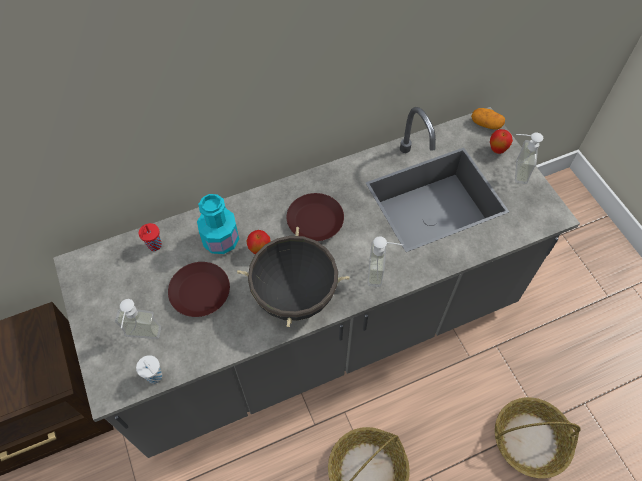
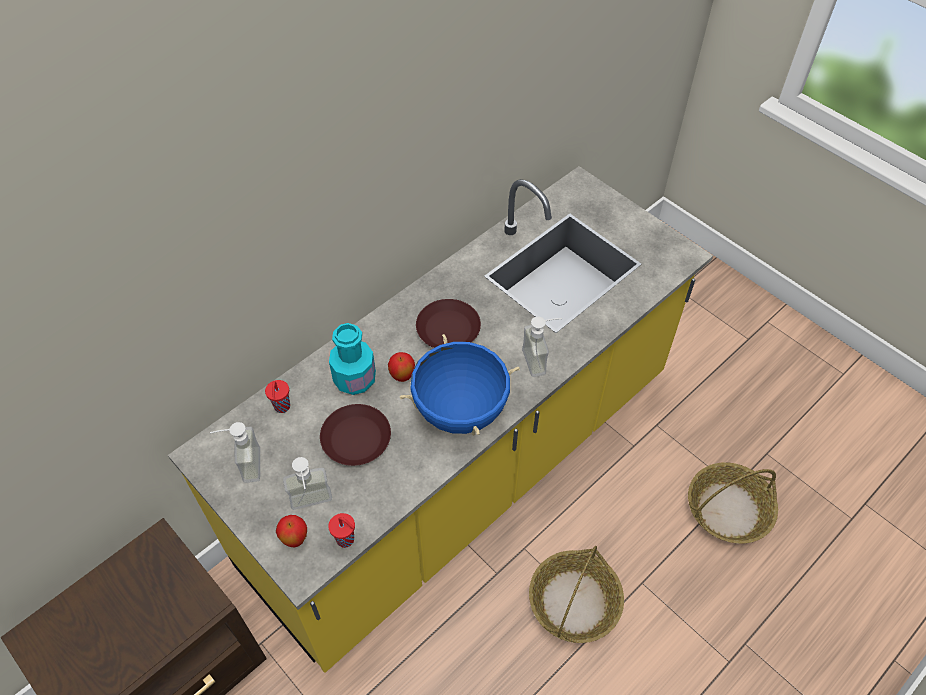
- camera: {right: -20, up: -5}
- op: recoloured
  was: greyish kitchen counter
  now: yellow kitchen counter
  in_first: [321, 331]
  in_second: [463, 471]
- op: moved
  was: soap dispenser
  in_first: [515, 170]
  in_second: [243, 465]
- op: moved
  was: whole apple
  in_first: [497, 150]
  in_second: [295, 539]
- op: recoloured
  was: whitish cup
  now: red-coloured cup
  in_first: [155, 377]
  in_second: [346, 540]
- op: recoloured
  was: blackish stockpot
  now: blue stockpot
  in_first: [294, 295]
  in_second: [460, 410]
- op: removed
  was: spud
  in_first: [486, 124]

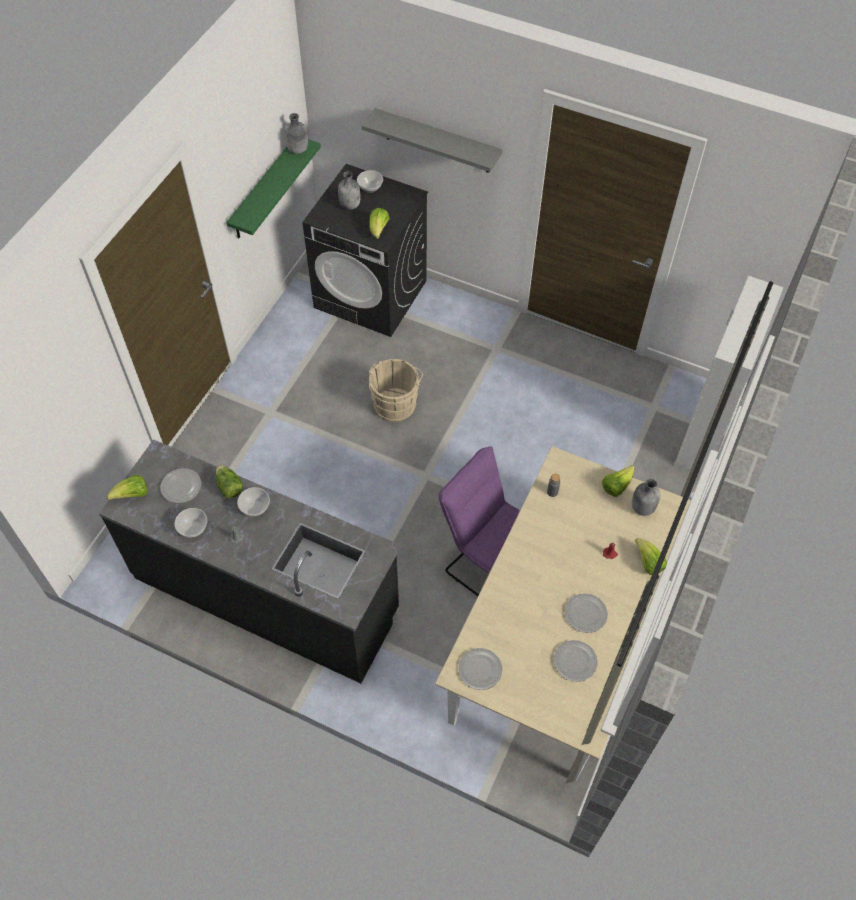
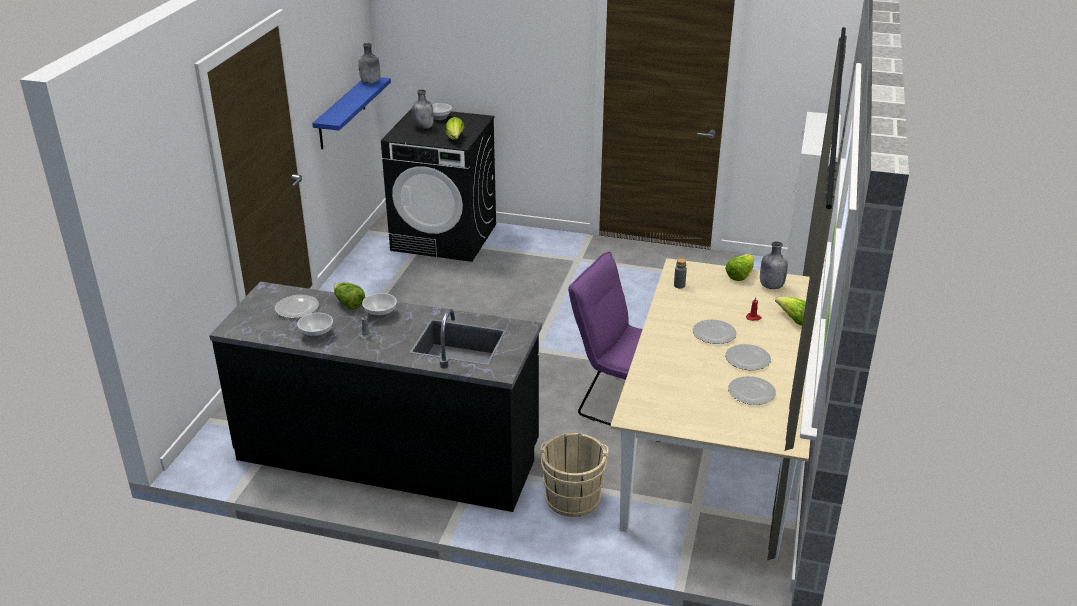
- camera: {right: -10, up: -25}
- op: recoloured
  was: green bracket shelf
  now: blue bracket shelf
  in_first: [264, 189]
  in_second: [342, 113]
- op: moved
  was: beige-coloured water bucket
  in_first: [395, 403]
  in_second: [573, 496]
- op: moved
  was: flat dish
  in_first: [479, 669]
  in_second: [713, 333]
- op: removed
  was: lettuce
  in_first: [132, 495]
- op: removed
  was: greyish bracket shelf
  in_first: [437, 141]

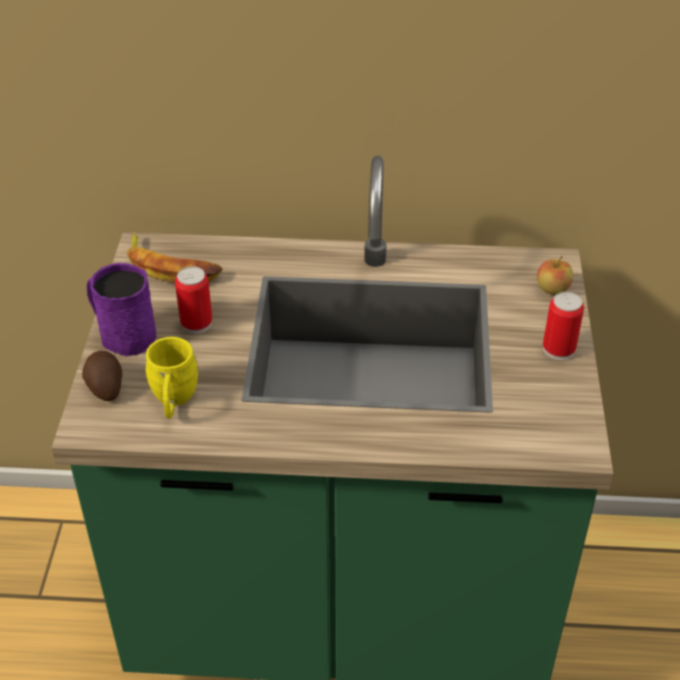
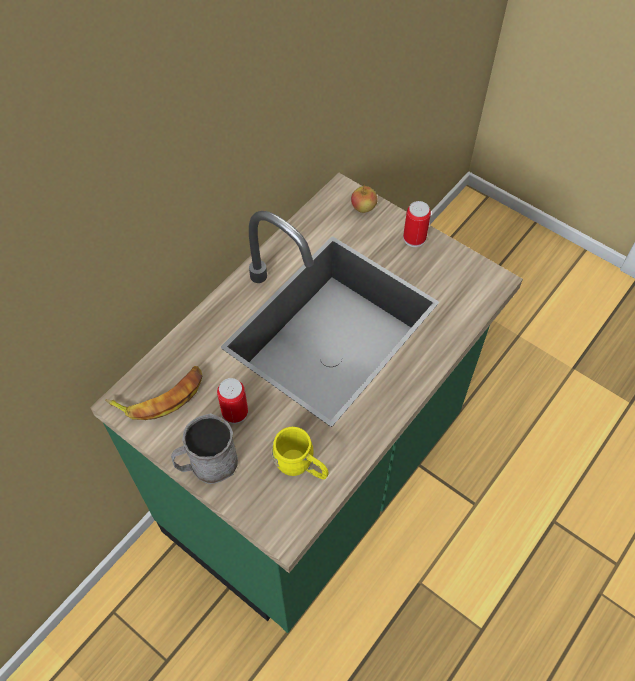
- camera: {right: -55, up: 15}
- op: recoloured
  was: purple tea mug
  now: greyish tea mug
  in_first: [122, 334]
  in_second: [207, 465]
- op: removed
  was: spud
  in_first: [105, 386]

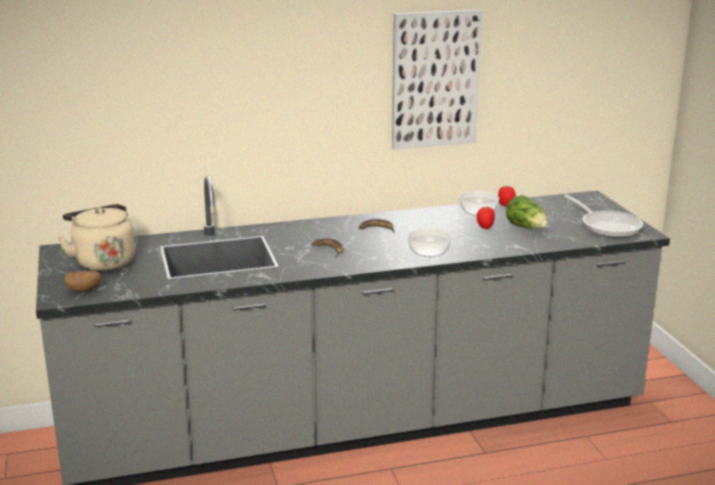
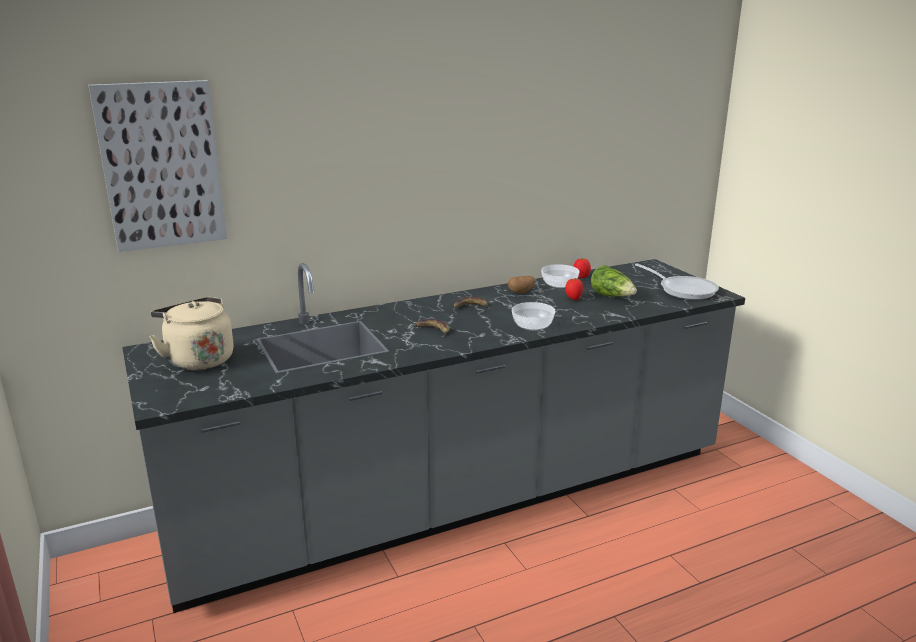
- camera: {right: -10, up: 0}
- op: moved
  was: wall art
  in_first: [435, 79]
  in_second: [161, 166]
- op: moved
  was: spud
  in_first: [84, 290]
  in_second: [521, 292]

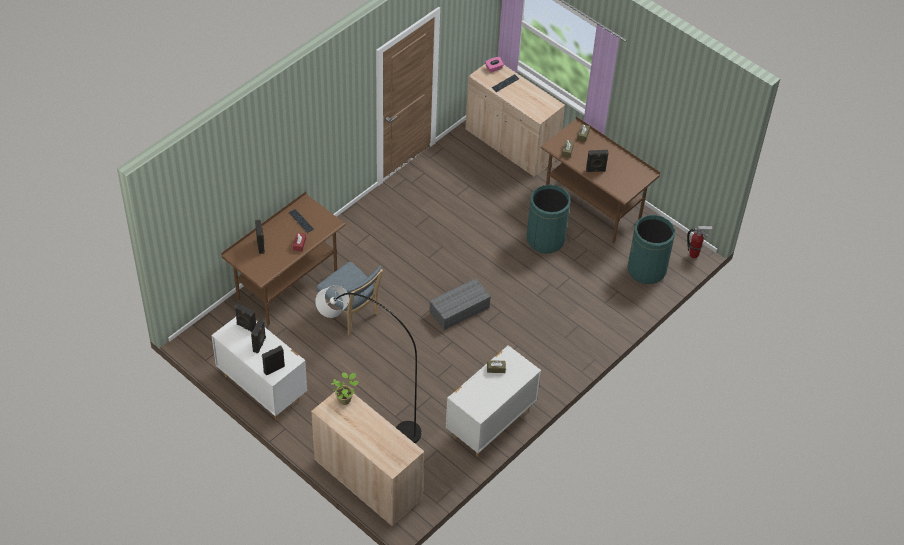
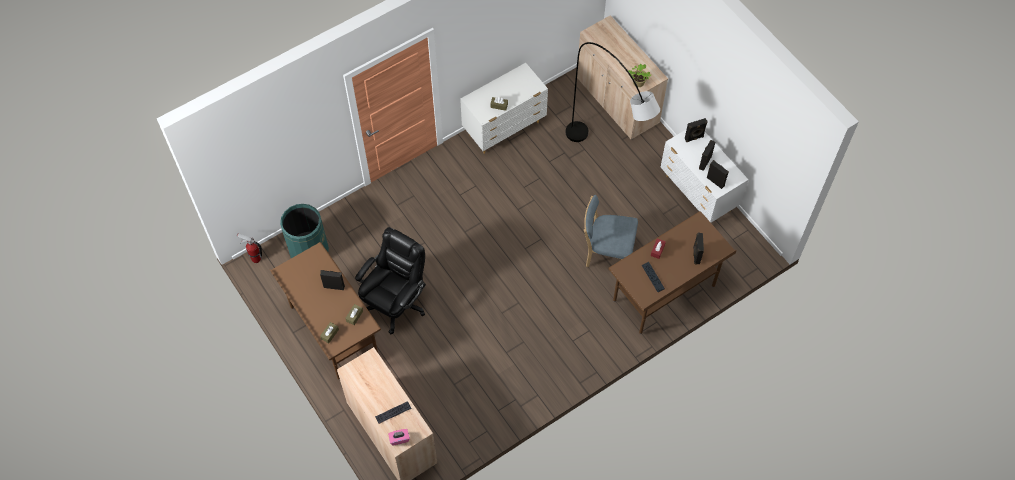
- camera: {right: -165, up: 10}
- op: replaced
  was: green waste bin
  now: blackish desk chair
  in_first: [545, 239]
  in_second: [395, 303]
- op: turned
  was: blue upright chair
  in_first: [351, 314]
  in_second: [607, 253]
  clockwise: -45
- op: removed
  was: greyish storage bin
  in_first: [459, 310]

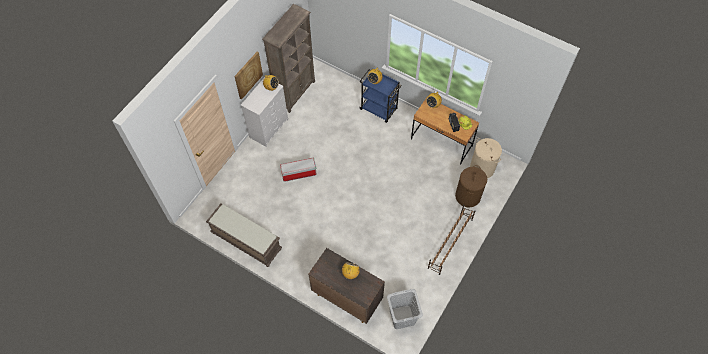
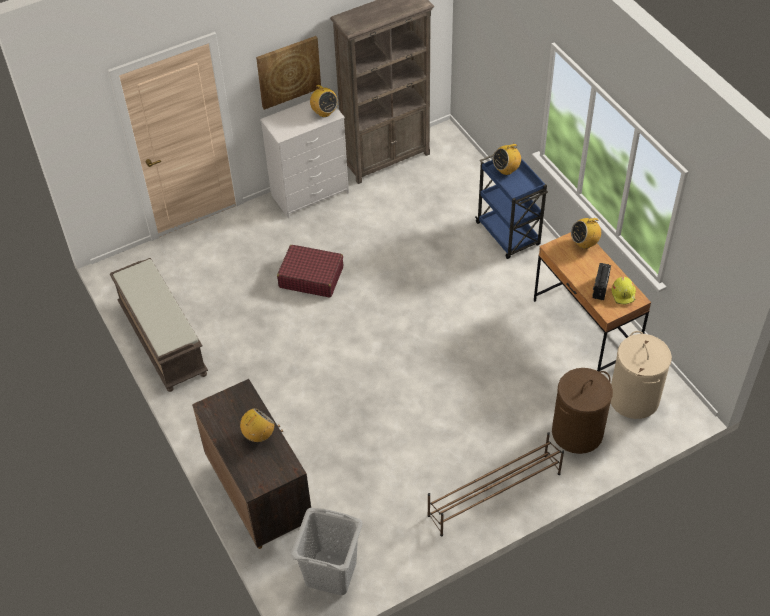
- camera: {right: 30, up: -10}
- op: replaced
  was: storage bin
  now: red-coloured piece of luggage
  in_first: [298, 174]
  in_second: [311, 277]

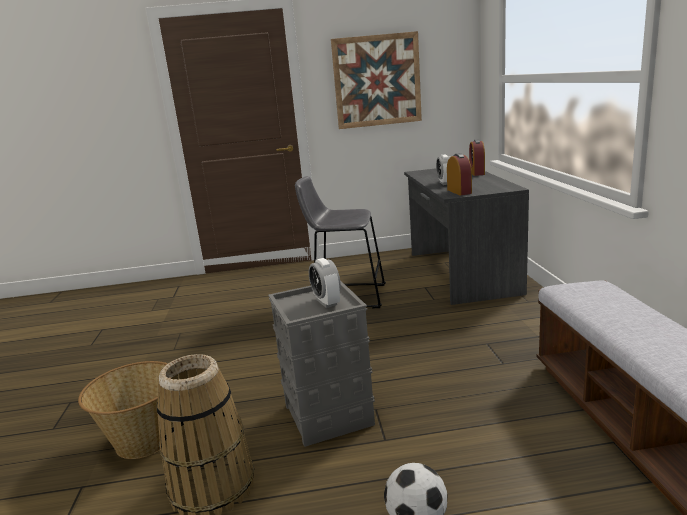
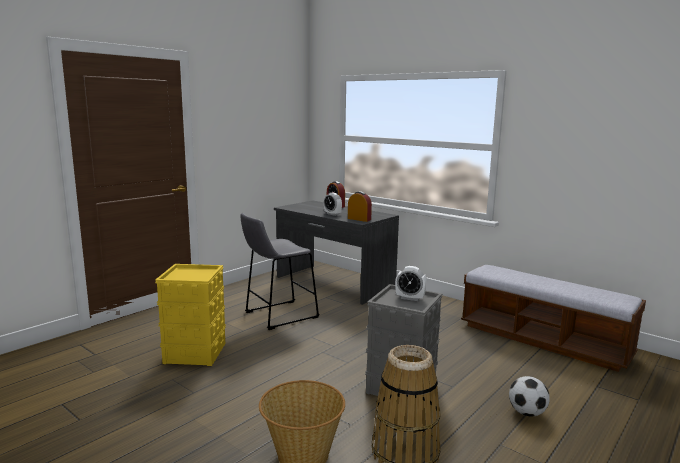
- camera: {right: -45, up: -5}
- op: added
  now: yellow storage bin
  in_second: [196, 353]
- op: removed
  was: wall art
  in_first: [377, 81]

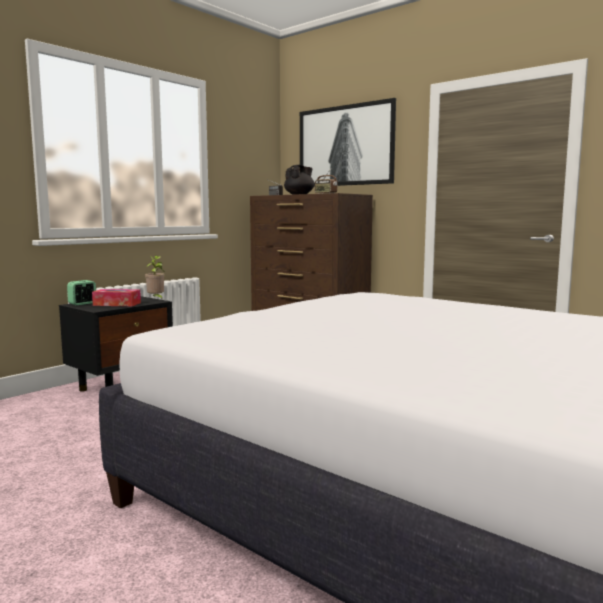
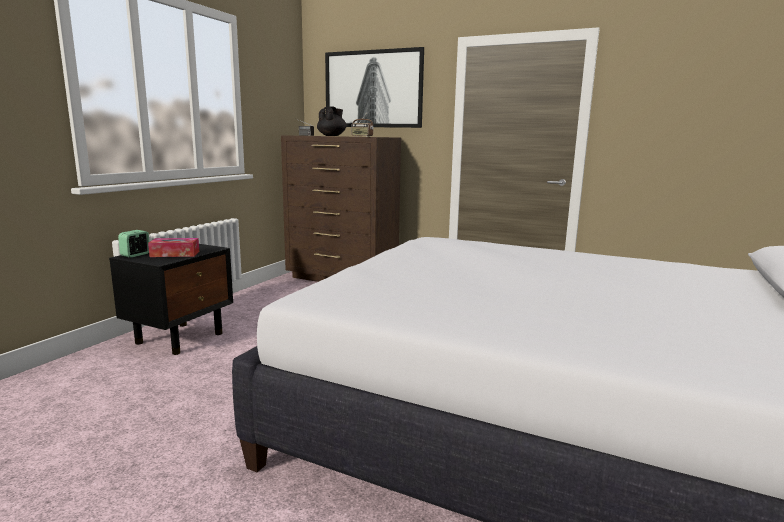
- camera: {right: -15, up: 5}
- op: removed
  was: plant in a pot
  in_first: [156, 299]

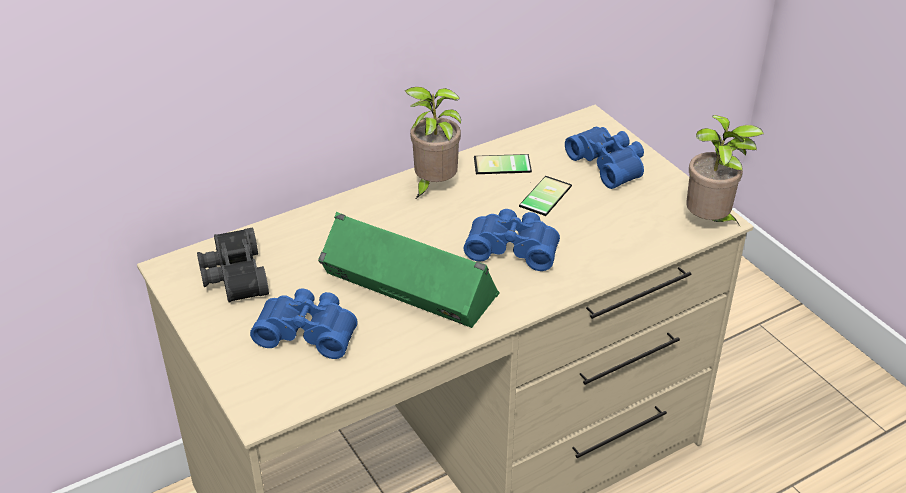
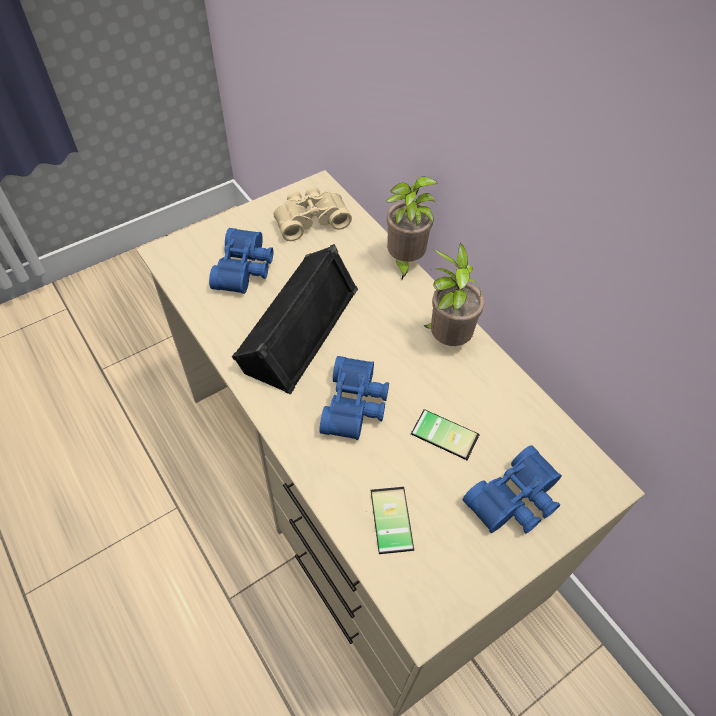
- camera: {right: 85, up: 15}
- op: recoloured
  was: green audio speaker
  now: blackish audio speaker
  in_first: [407, 288]
  in_second: [297, 327]
- op: recoloured
  was: blackish binoculars
  now: beige-coloured binoculars
  in_first: [232, 276]
  in_second: [310, 219]
- op: moved
  was: telephone
  in_first: [502, 166]
  in_second: [387, 520]
- op: moved
  was: plant in a pot
  in_first: [709, 222]
  in_second: [404, 262]

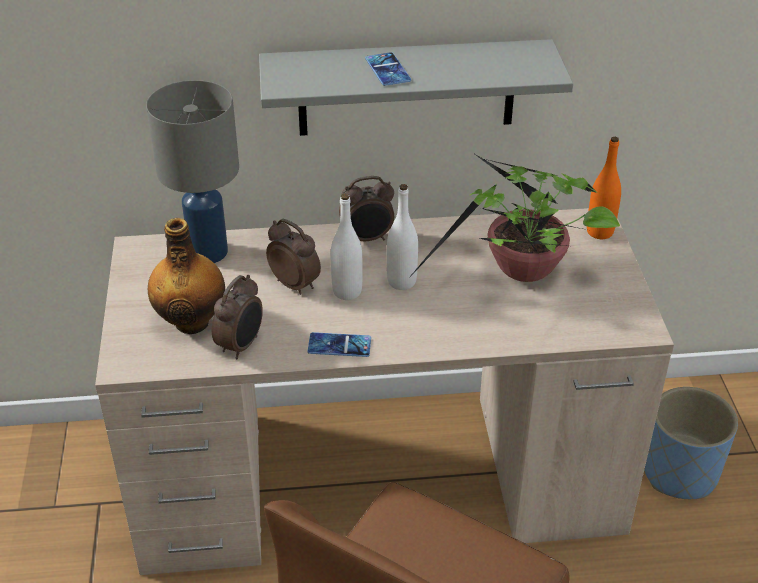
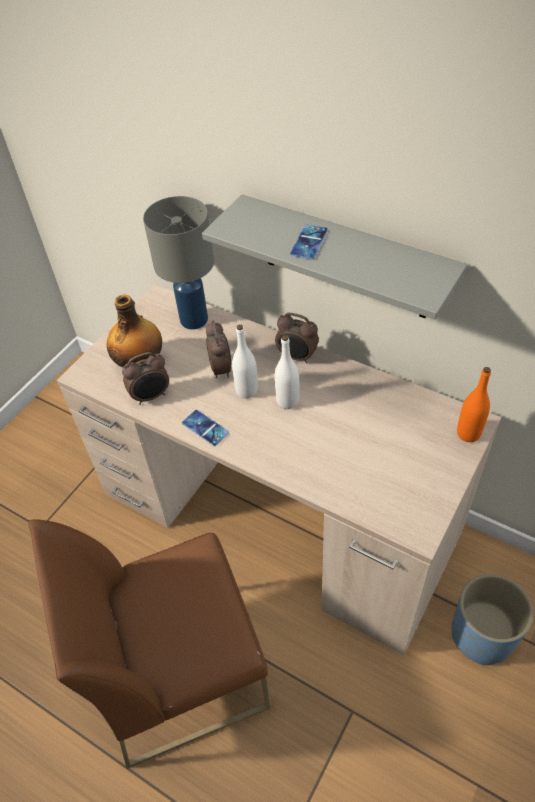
- camera: {right: 40, up: 10}
- op: removed
  was: plant in a pot
  in_first: [521, 273]

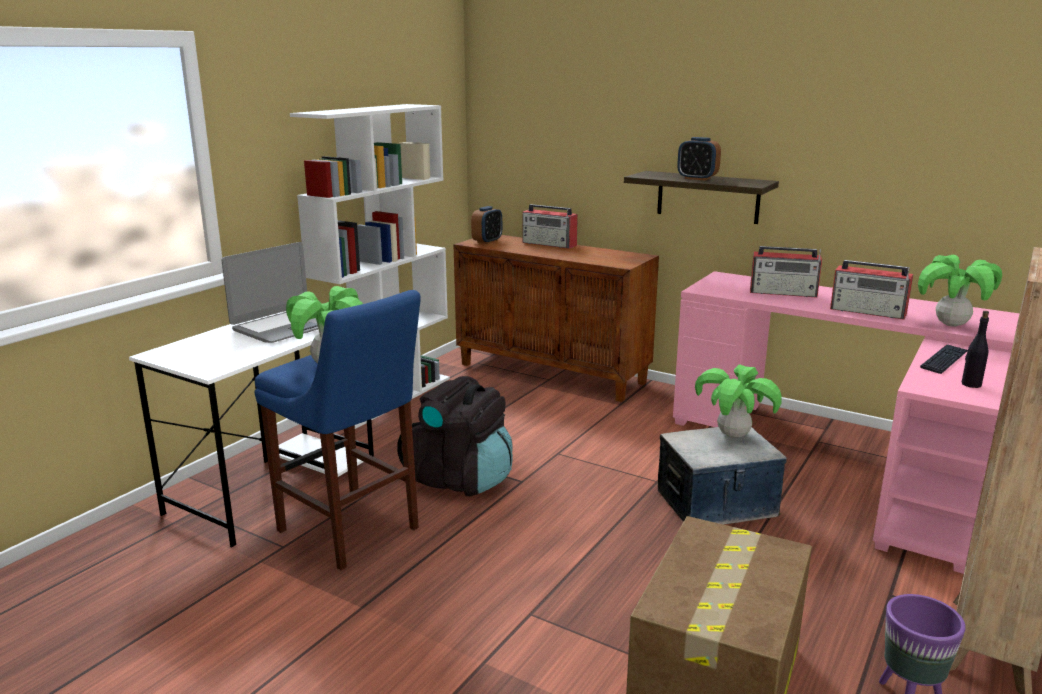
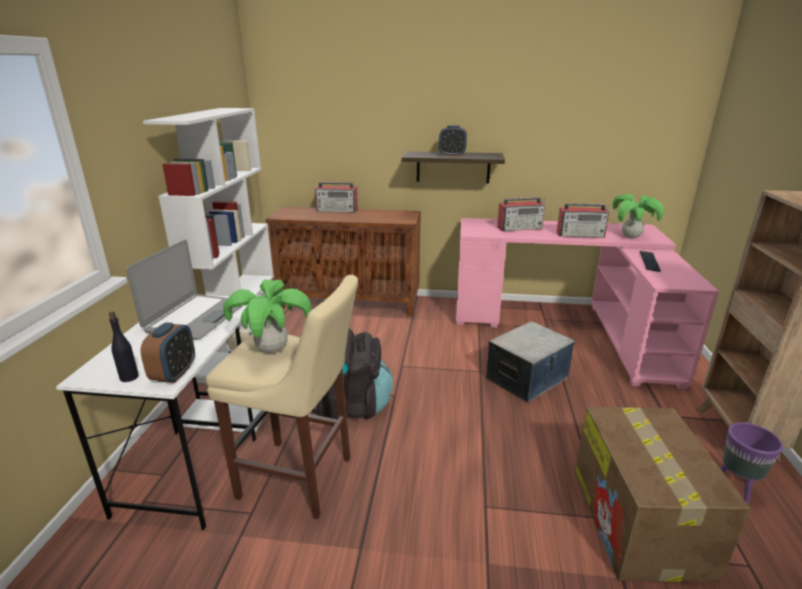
- camera: {right: -25, up: 5}
- op: moved
  was: blackish drink bottle
  in_first: [971, 384]
  in_second: [129, 377]
- op: moved
  was: alarm clock
  in_first: [487, 241]
  in_second: [174, 374]
- op: recoloured
  was: blue stool seat
  now: beige-coloured stool seat
  in_first: [352, 532]
  in_second: [300, 479]
- op: removed
  was: plant in a pot
  in_first: [733, 435]

